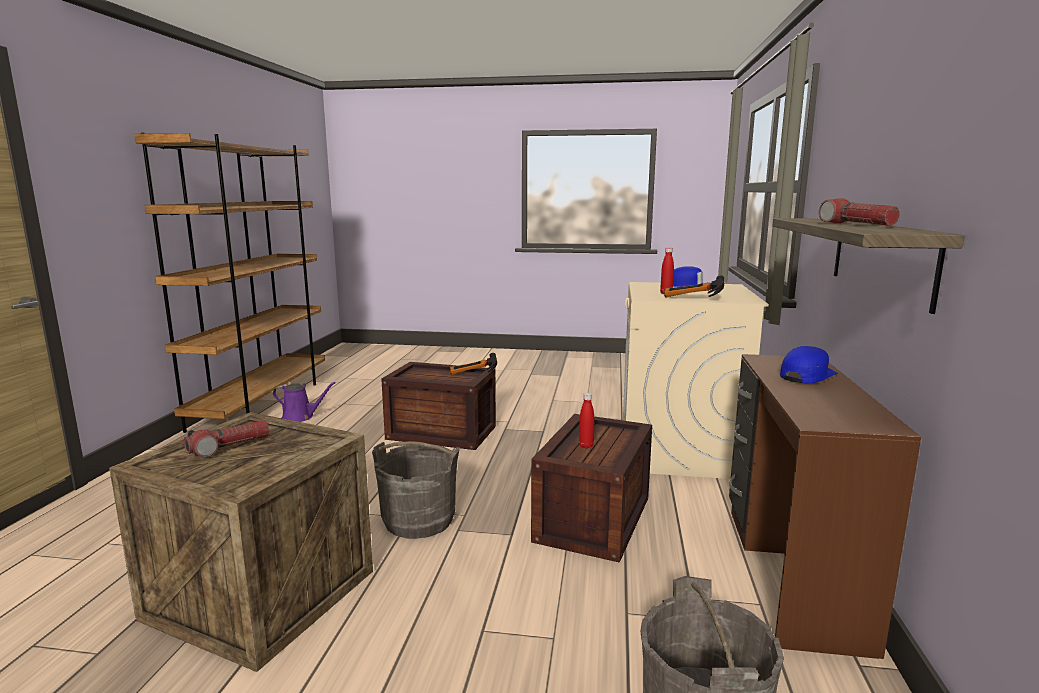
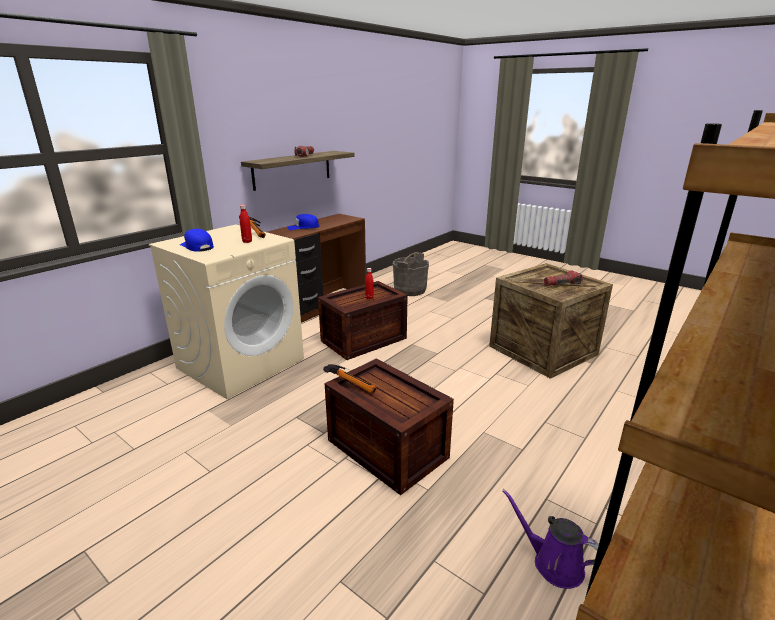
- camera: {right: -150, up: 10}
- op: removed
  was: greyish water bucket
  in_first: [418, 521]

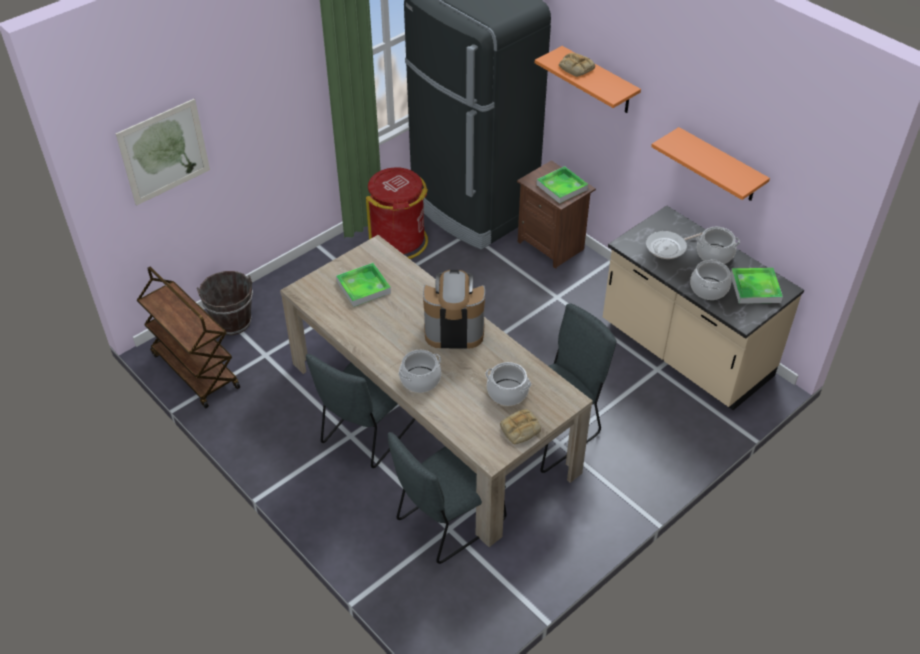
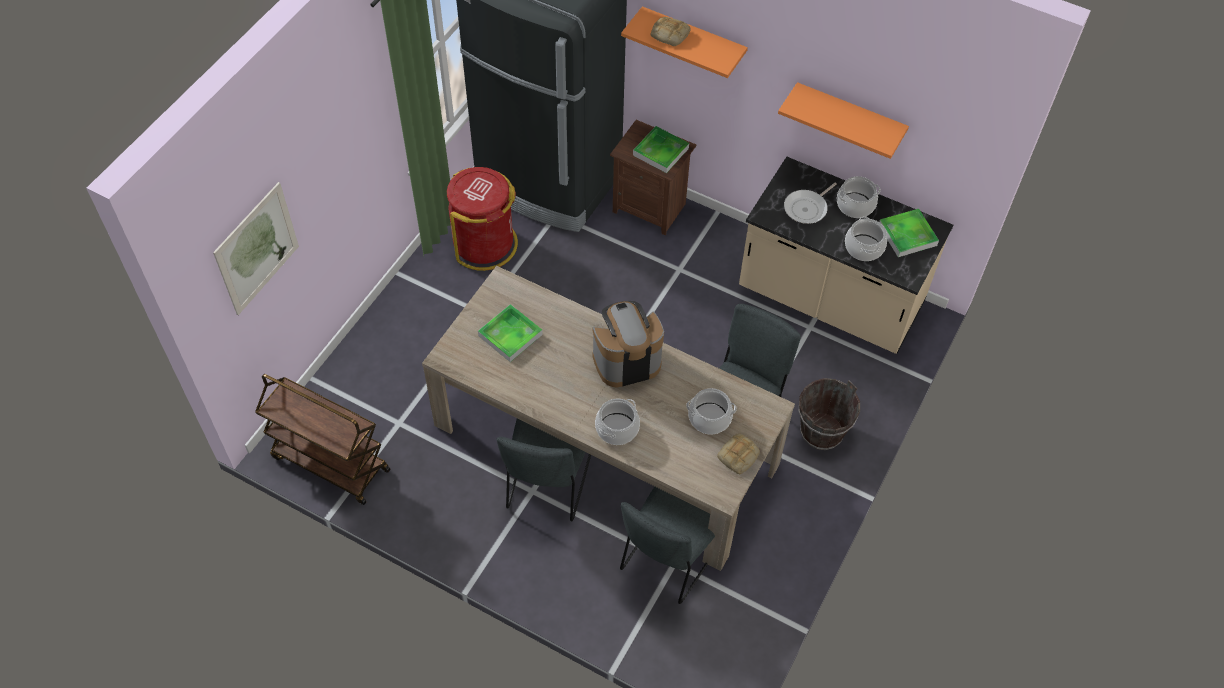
- camera: {right: -20, up: 10}
- op: moved
  was: brown-coloured water bucket
  in_first: [232, 322]
  in_second: [821, 432]

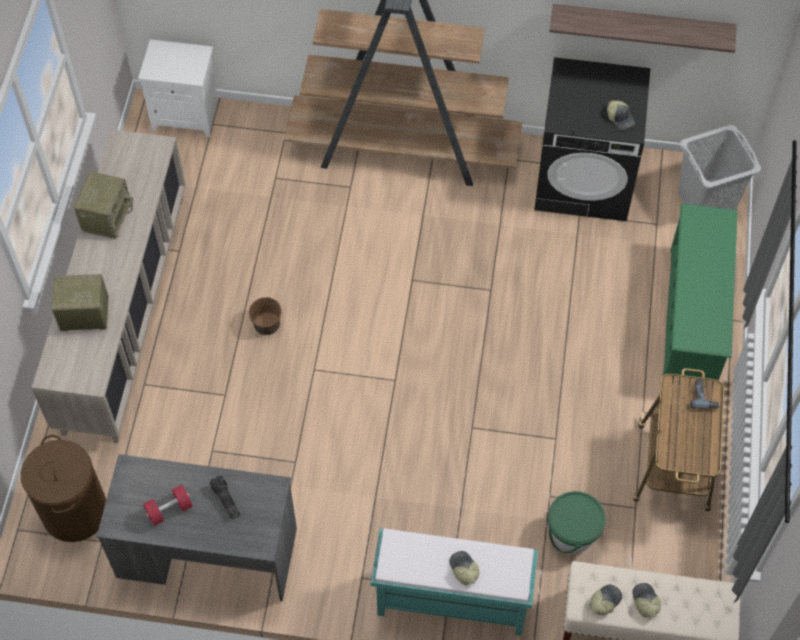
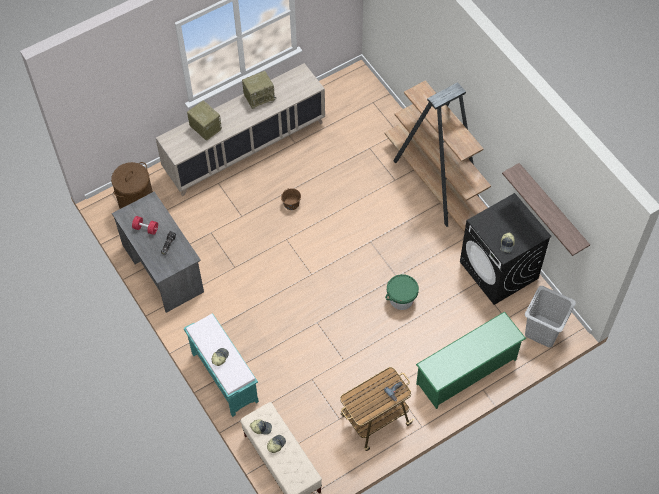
- camera: {right: 50, up: 0}
- op: moved
  was: green water bucket
  in_first: [572, 533]
  in_second: [401, 299]
- op: removed
  was: whitish bedside table
  in_first: [187, 115]

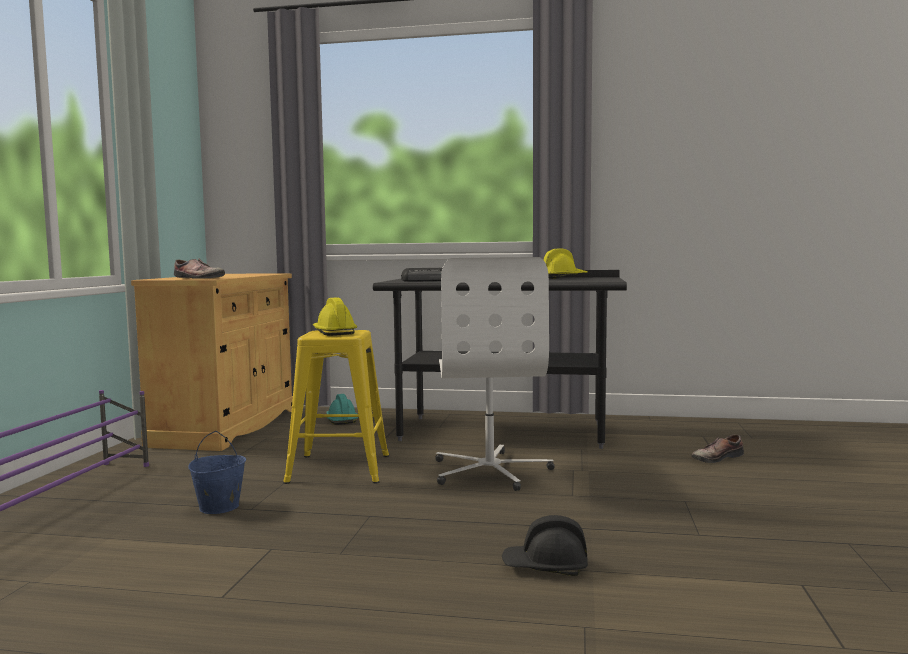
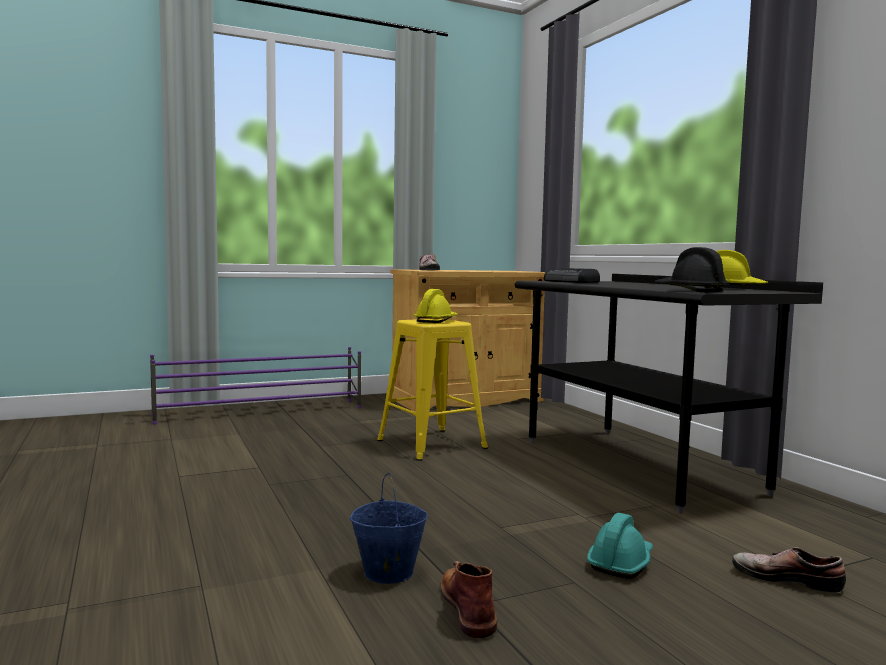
- camera: {right: 55, up: 0}
- op: moved
  was: blue water bucket
  in_first: [218, 507]
  in_second: [387, 572]
- op: added
  now: brown-coloured boot
  in_second: [468, 606]
- op: moved
  was: turquoise-coloured hard hat
  in_first: [341, 420]
  in_second: [620, 562]
- op: moved
  was: blackish hard hat
  in_first: [545, 566]
  in_second: [690, 290]
- op: removed
  was: whitish desk chair
  in_first: [490, 471]

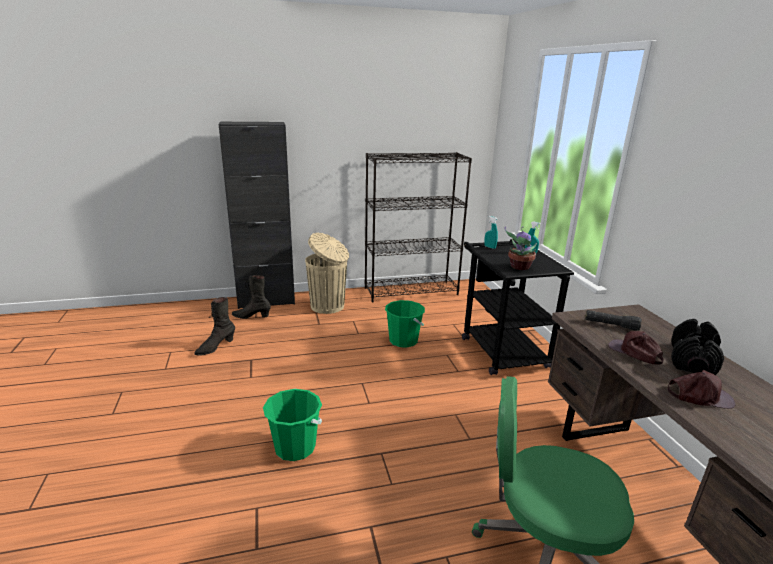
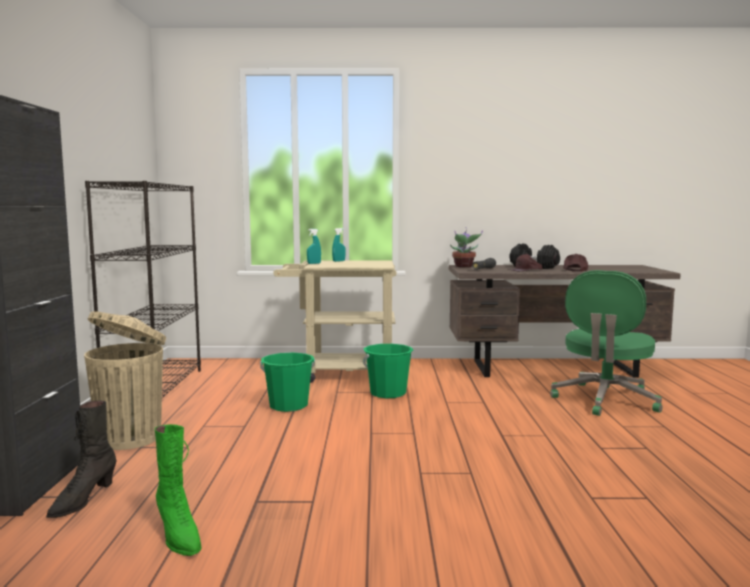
- camera: {right: -75, up: -15}
- op: recoloured
  was: blackish boot
  now: green boot
  in_first: [215, 347]
  in_second: [178, 536]
- op: recoloured
  was: blackish trolley
  now: beige-coloured trolley
  in_first: [500, 348]
  in_second: [340, 373]
- op: moved
  was: green water bucket
  in_first: [295, 447]
  in_second: [388, 393]
- op: moved
  was: plant in a pot
  in_first: [518, 267]
  in_second: [464, 267]

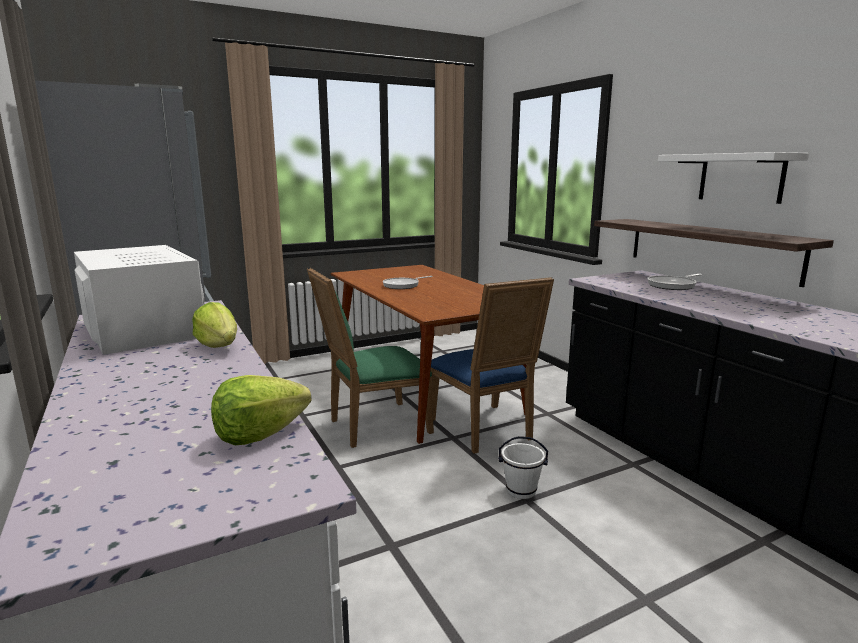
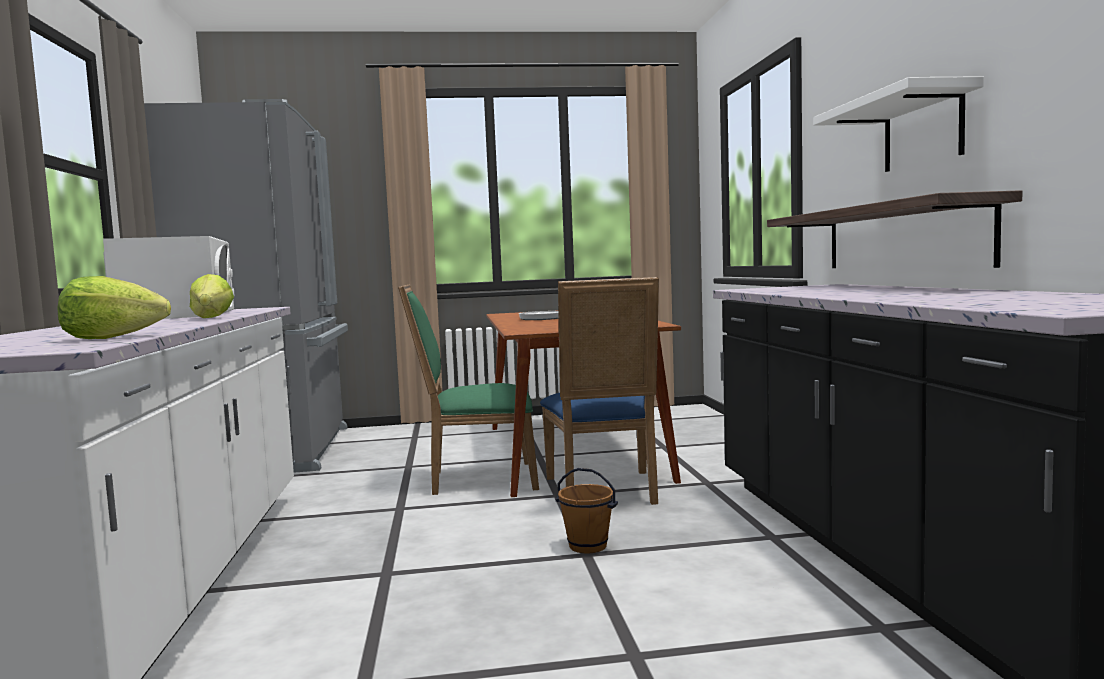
- camera: {right: 20, up: -10}
- op: recoloured
  was: whitish water bucket
  now: brown-coloured water bucket
  in_first: [521, 490]
  in_second: [588, 546]
- op: removed
  was: skillet
  in_first: [673, 285]

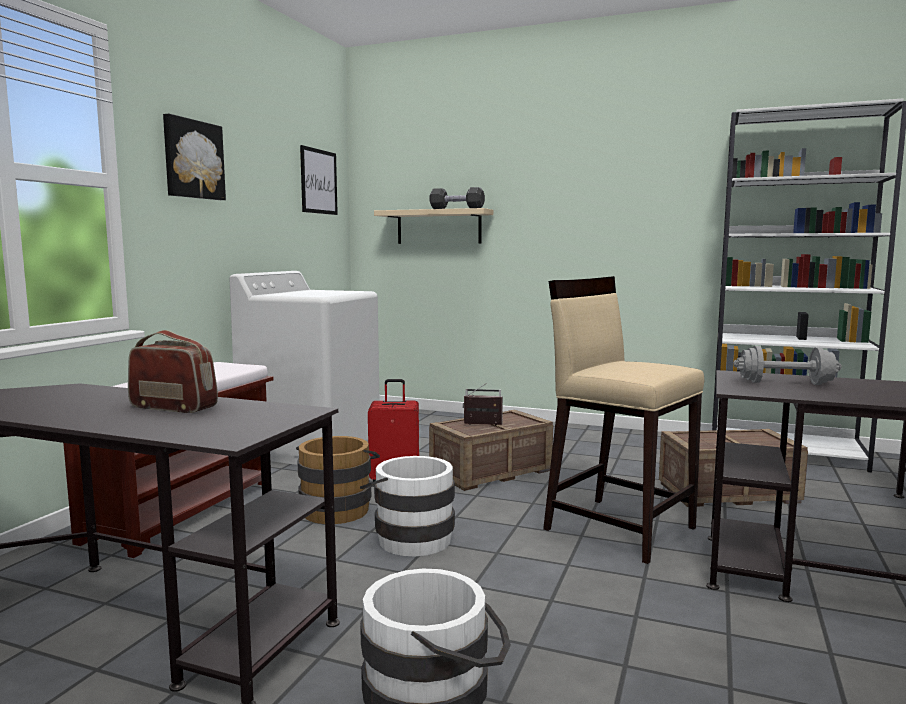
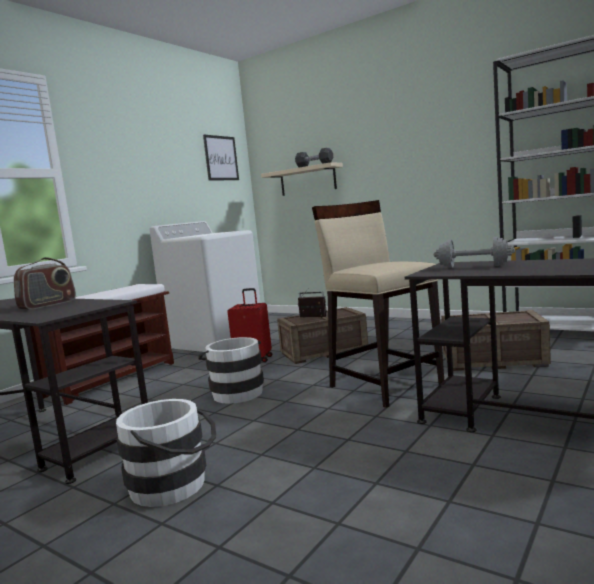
- camera: {right: 15, up: 0}
- op: turned
  was: radio
  in_first: [174, 407]
  in_second: [48, 305]
  clockwise: 90
- op: removed
  was: wall art
  in_first: [192, 159]
- op: removed
  was: brown-coloured water bucket
  in_first: [337, 508]

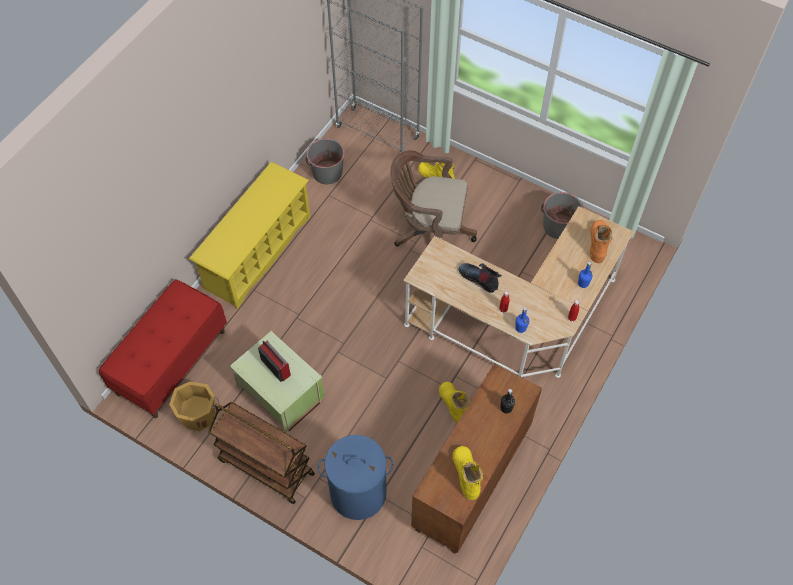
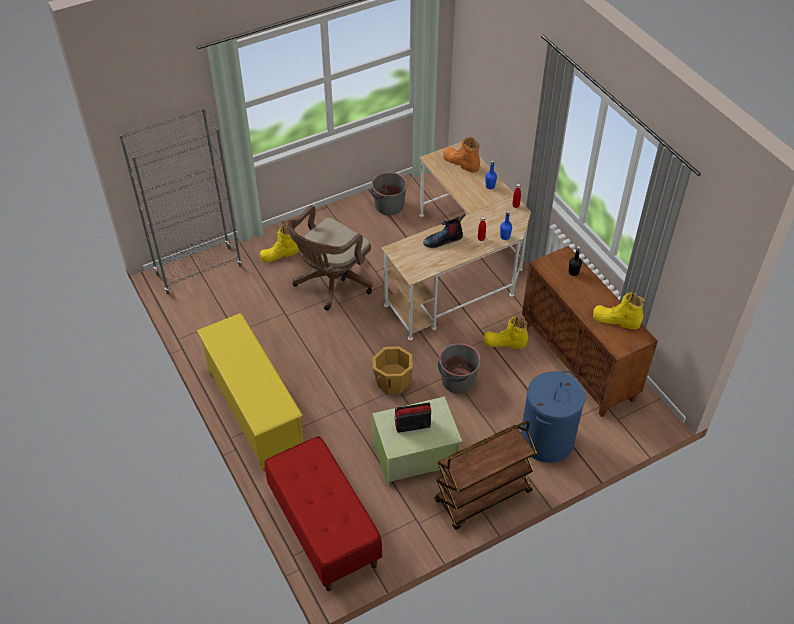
- camera: {right: -60, up: -10}
- op: moved
  was: orangey water bucket
  in_first: [198, 415]
  in_second: [392, 381]
- op: moved
  was: greyish water bucket
  in_first: [326, 172]
  in_second: [457, 381]

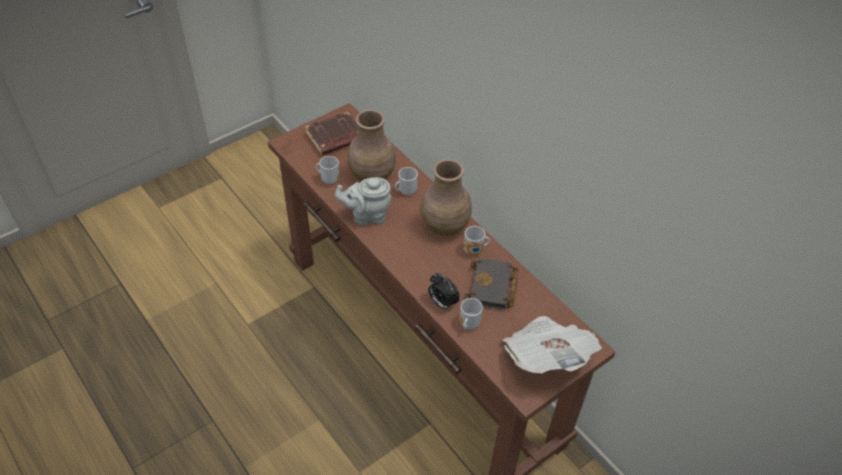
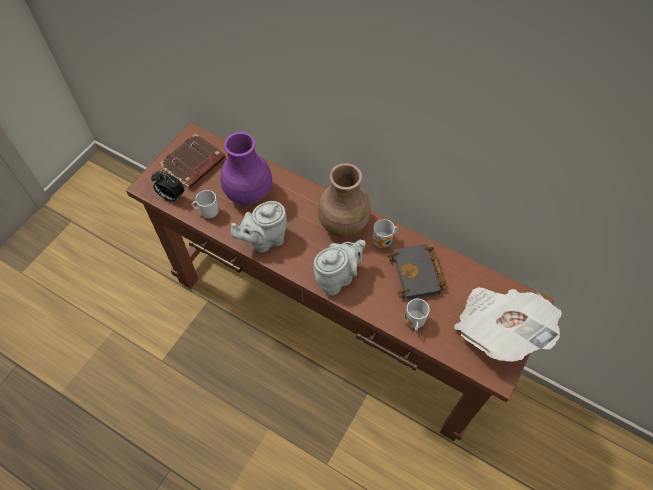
- camera: {right: -20, up: 10}
- op: moved
  was: alarm clock
  in_first: [442, 303]
  in_second: [171, 196]
- op: recoloured
  was: brown-coloured flower vase
  now: purple flower vase
  in_first: [372, 175]
  in_second: [249, 194]
- op: added
  now: greyish pot for tea
  in_second: [337, 278]
- op: removed
  was: tea mug
  in_first: [406, 191]

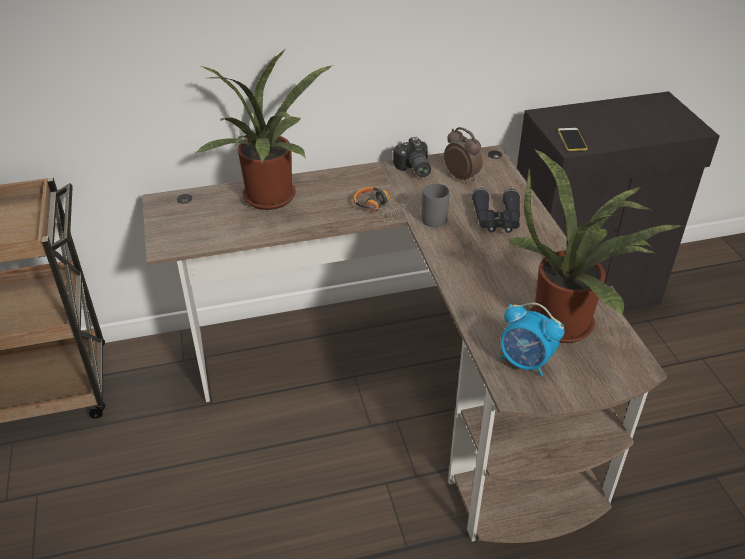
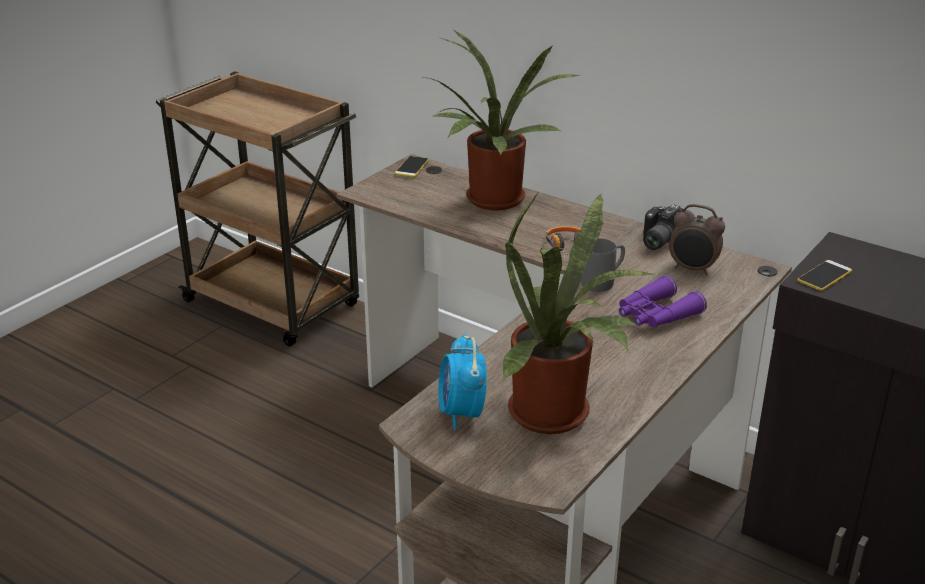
- camera: {right: 50, up: -10}
- op: added
  now: telephone
  in_second: [412, 167]
- op: recoloured
  was: blackish binoculars
  now: purple binoculars
  in_first: [496, 220]
  in_second: [655, 315]
- op: turned
  was: alarm clock
  in_first: [461, 177]
  in_second: [692, 269]
  clockwise: 105

